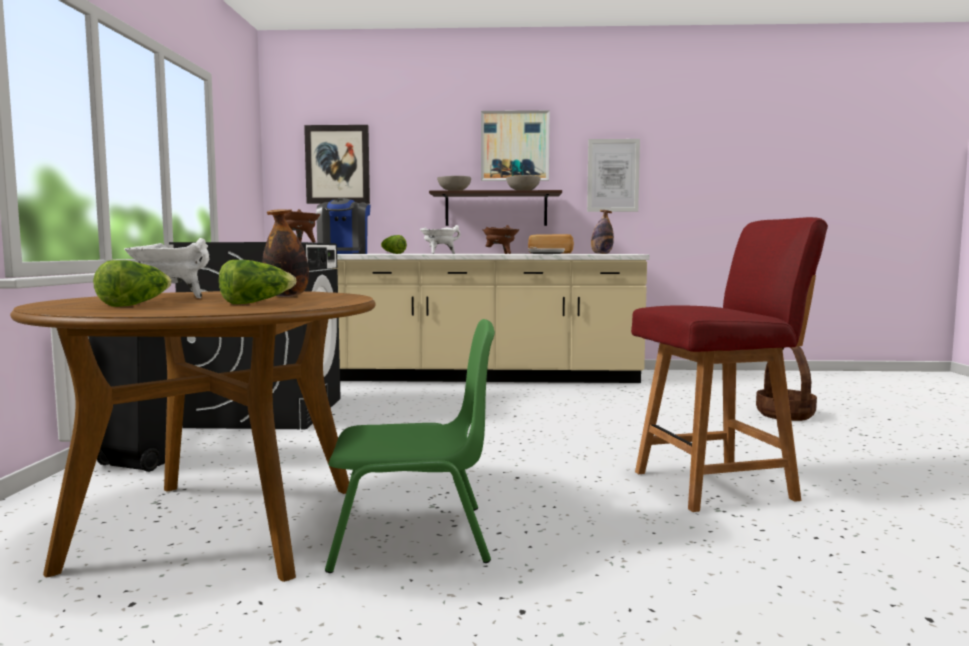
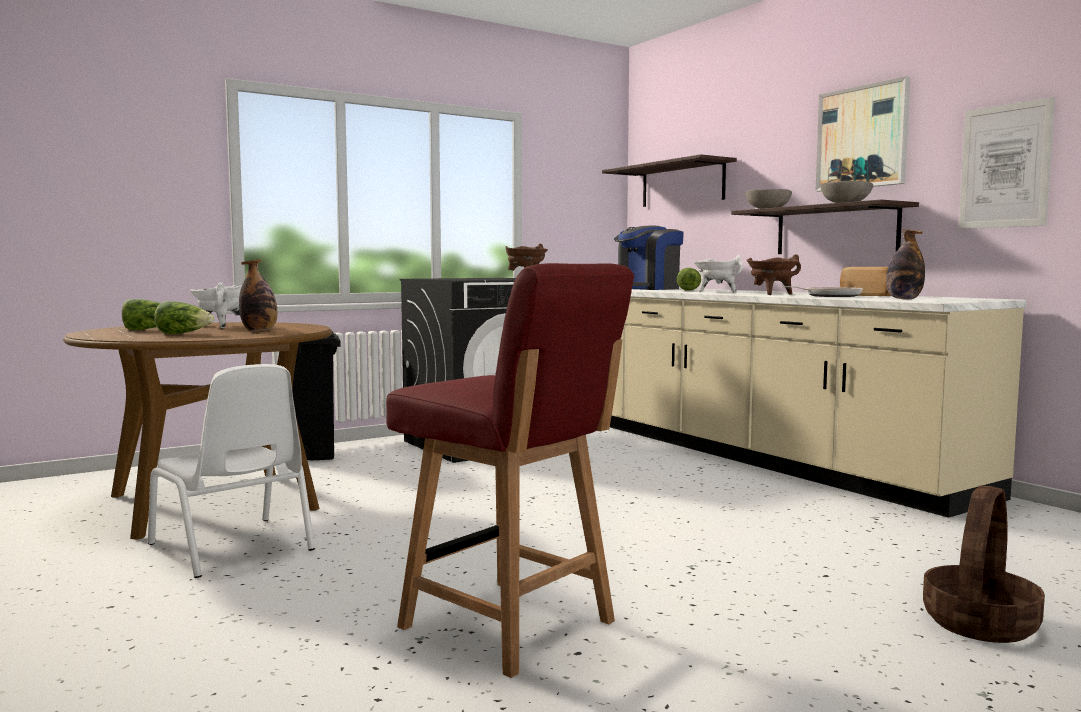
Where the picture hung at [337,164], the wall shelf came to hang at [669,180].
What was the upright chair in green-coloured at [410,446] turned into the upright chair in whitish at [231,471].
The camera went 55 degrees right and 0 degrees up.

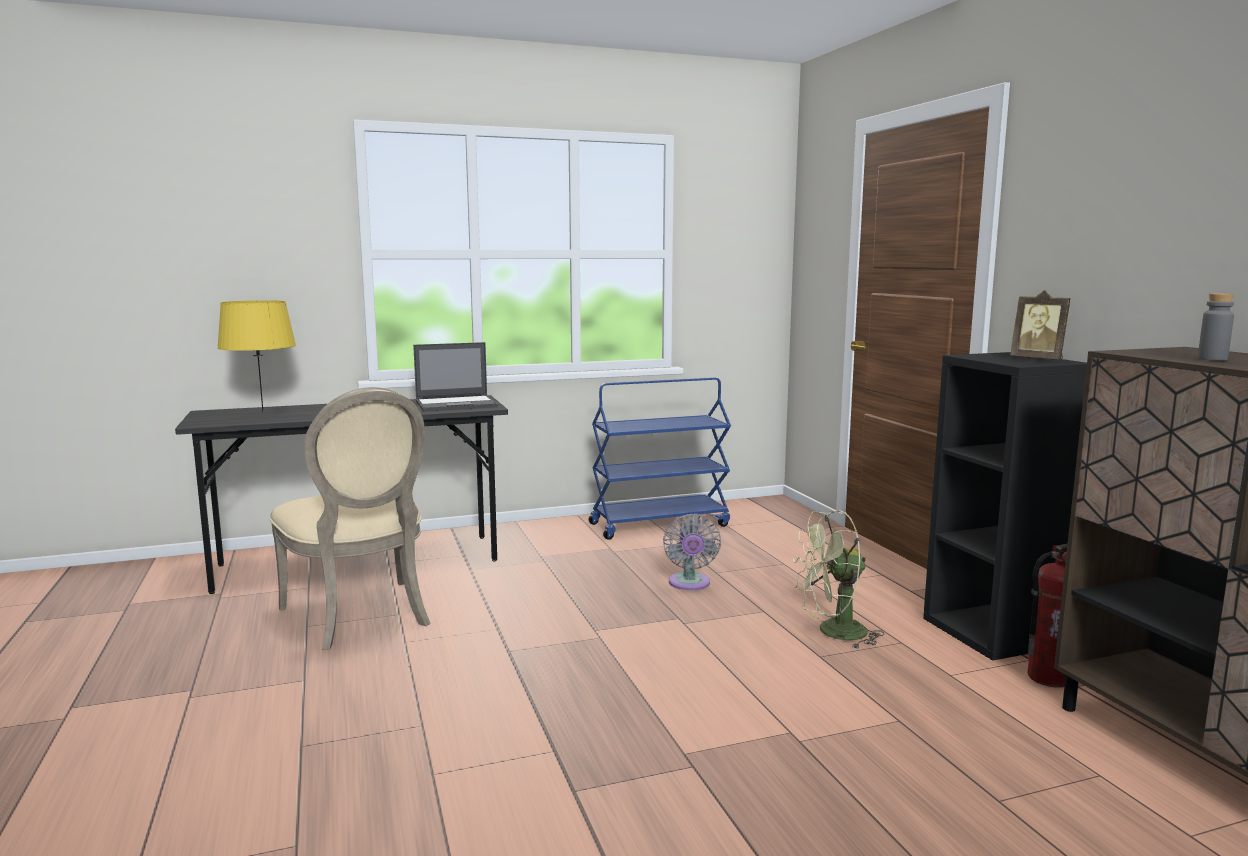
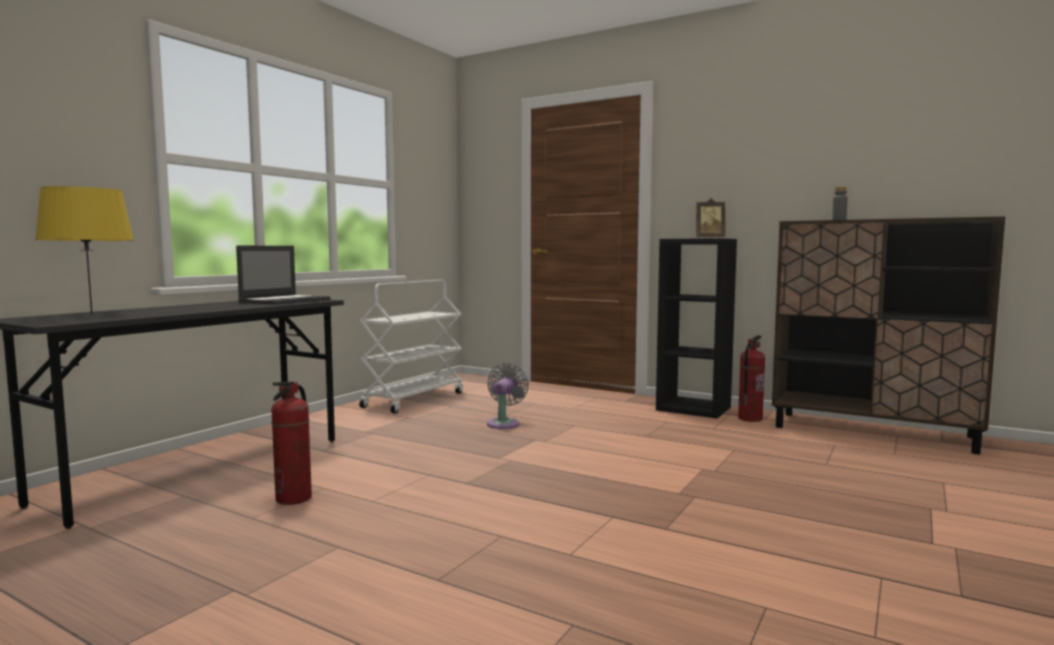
The second view lost the fan in green-coloured at [838,580].
Where the upright chair in beige-coloured stood at [350,518], the fire extinguisher came to stand at [291,443].
What was the trolley in blue at [660,458] turned into the trolley in whitish at [411,346].
The fan in grey at [692,552] ended up facing another way, 120 degrees counterclockwise from before.
The camera went 40 degrees left and 5 degrees down.

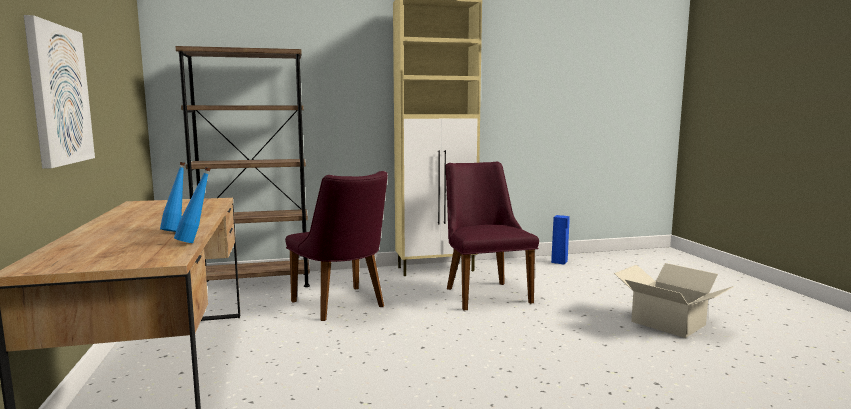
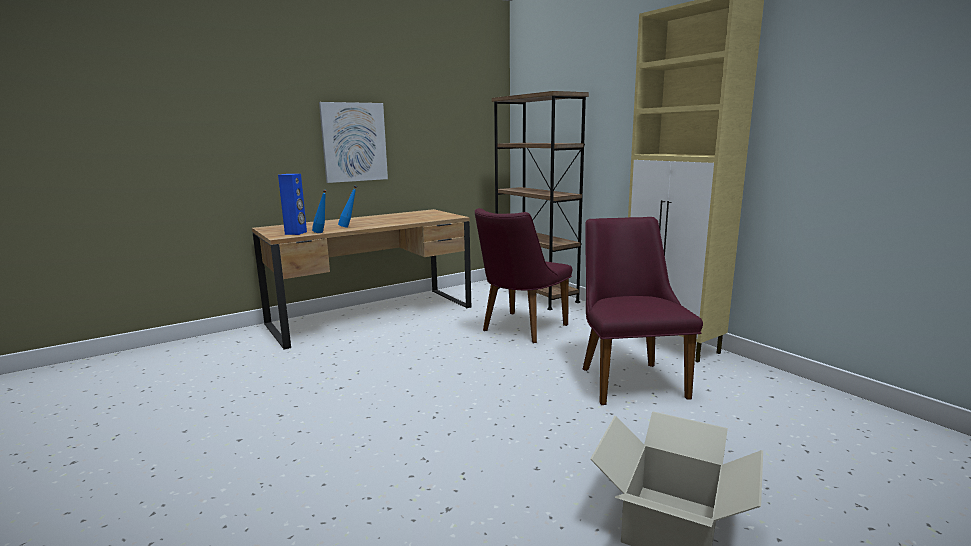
The audio speaker in blue ended up elsewhere, having gone from [560,240] to [292,204].
The upright chair in purplish at [492,236] ended up facing another way, 60 degrees counterclockwise from before.
The camera went 70 degrees right and 5 degrees up.

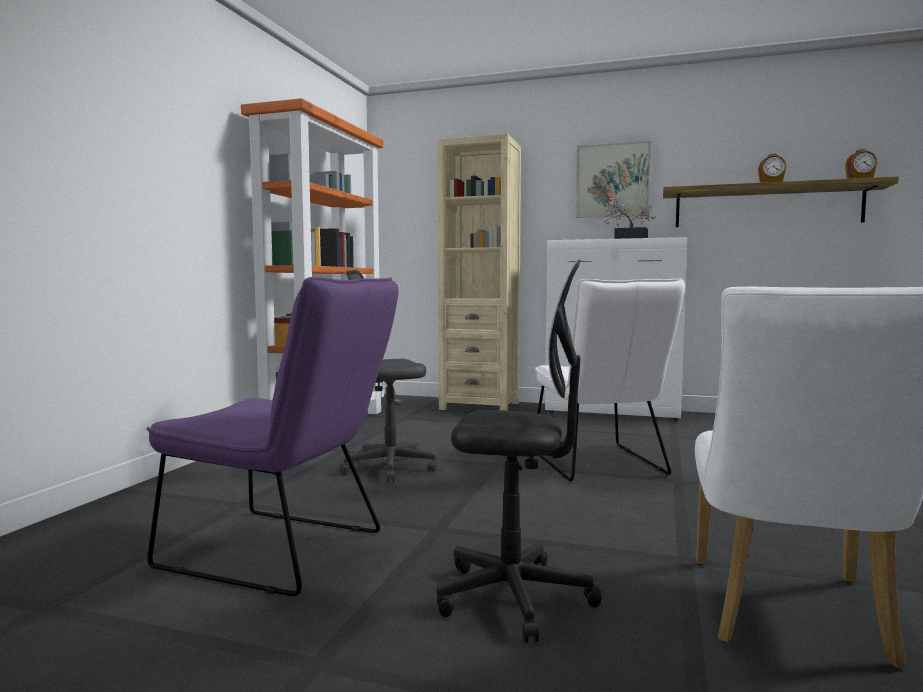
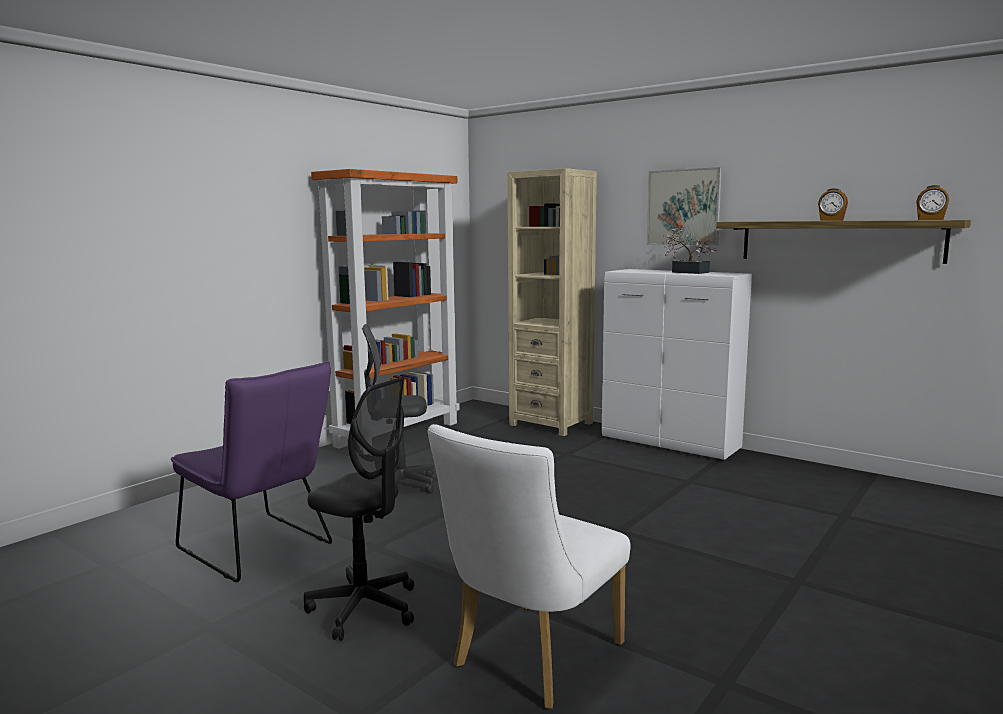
The second view lost the upright chair in whitish at [610,379].
The camera went 20 degrees right and 5 degrees up.

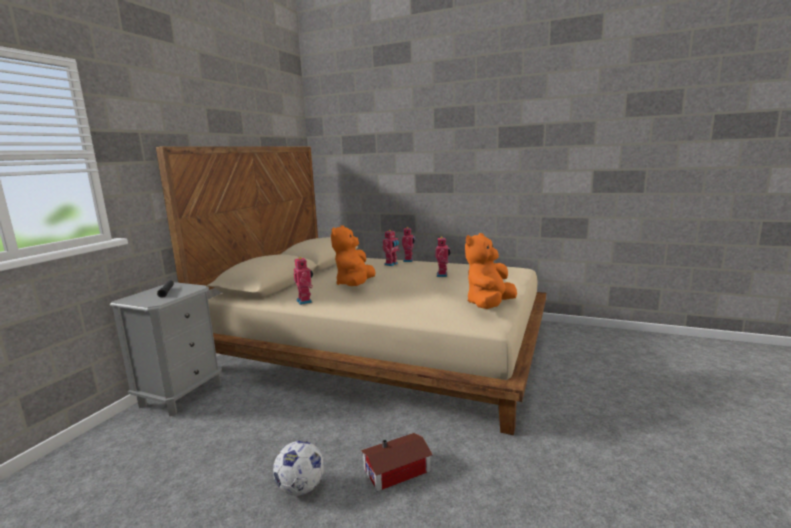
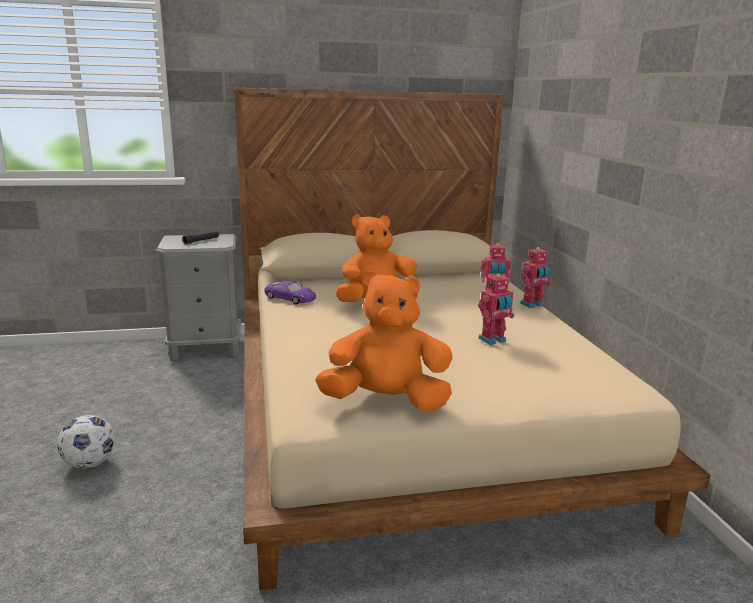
The second view lost the model house at [397,462].
Where the robot figure stood at [303,281], the miniature car in purplish came to stand at [290,292].
The camera went 55 degrees right and 5 degrees up.

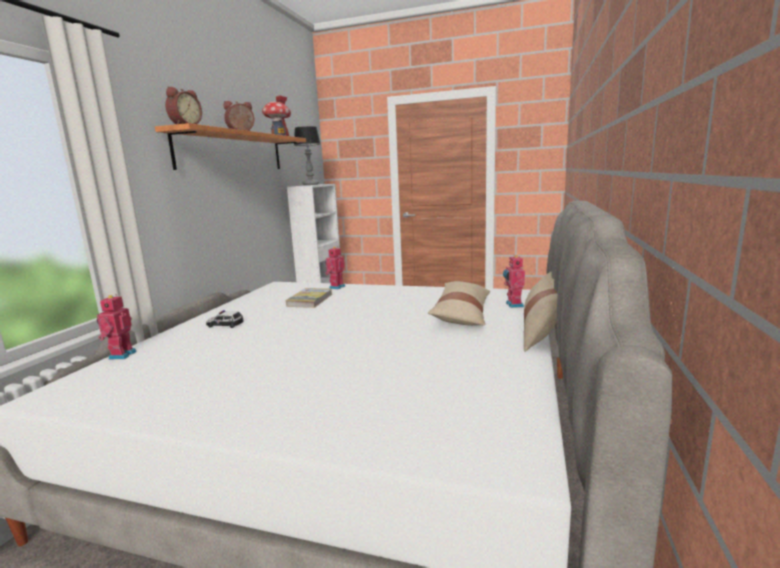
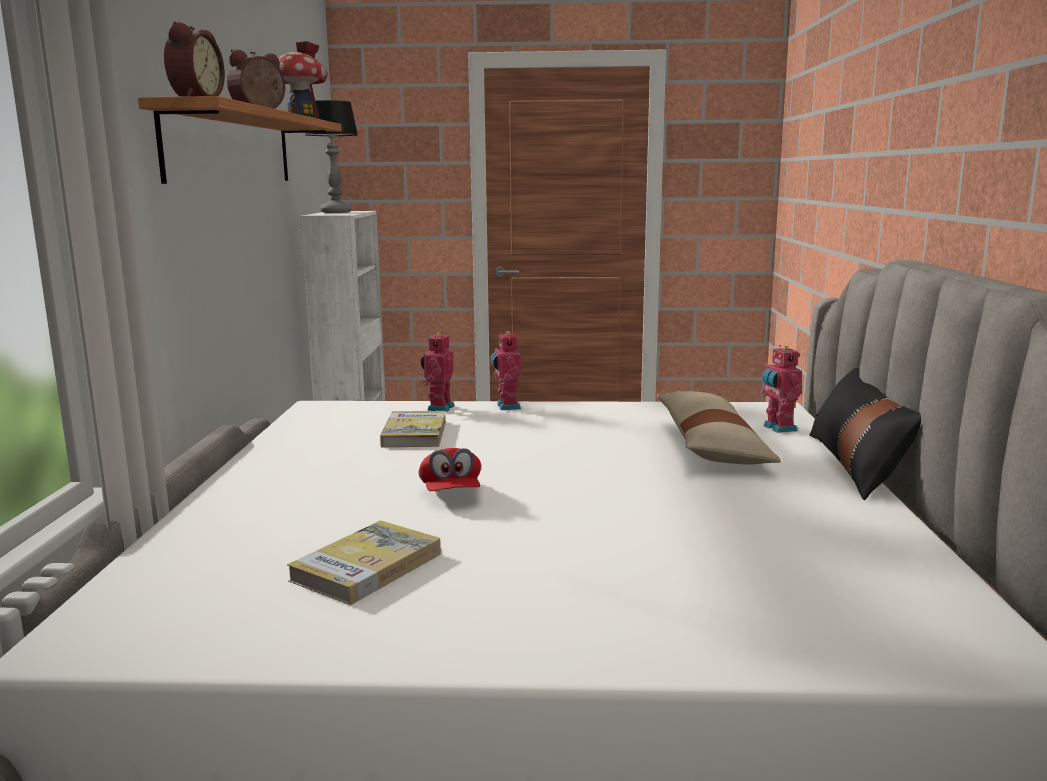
The second view lost the miniature car at [224,319].
The second view gained the book at [364,562].
The second view gained the baseball cap in reddish at [450,469].
The robot figure ended up elsewhere, having gone from [117,326] to [506,370].
What was the pillow in beige-coloured at [541,311] turned into the pillow in blackish at [865,434].
The camera went 15 degrees left and 0 degrees up.

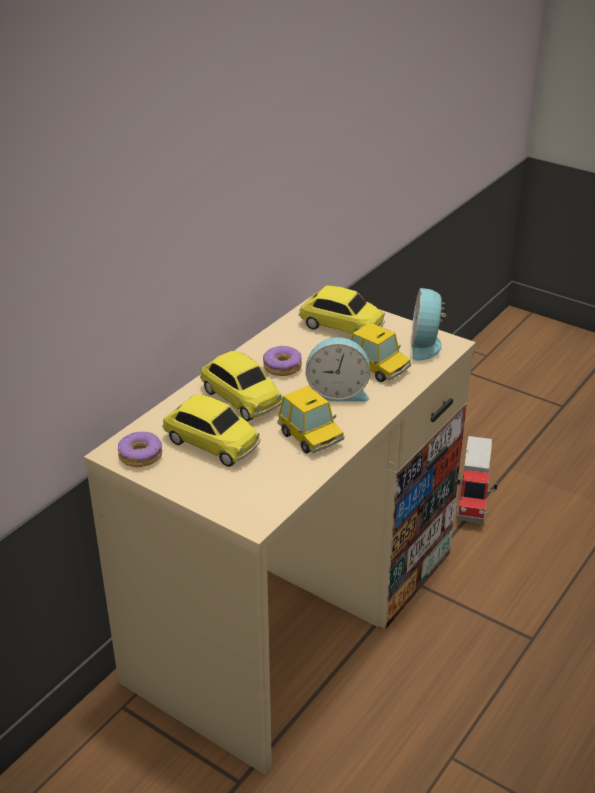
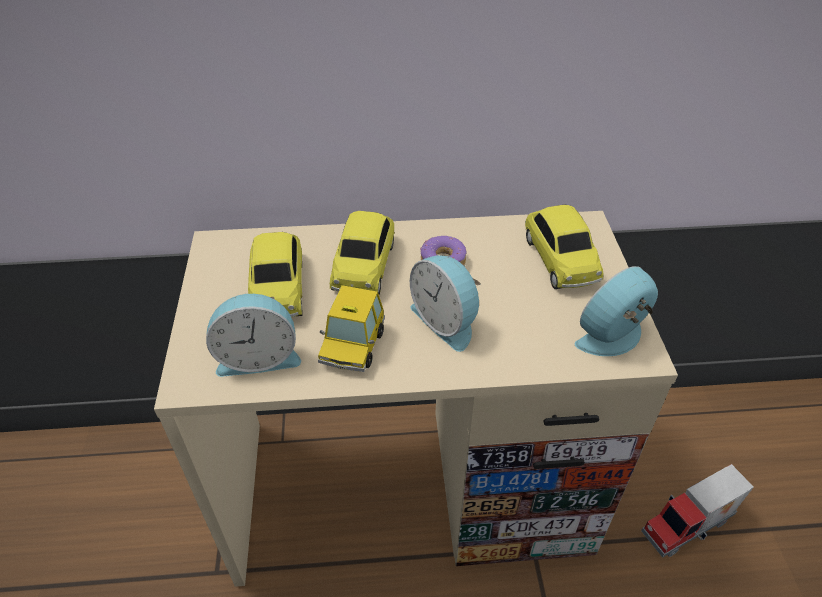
The second view lost the ring doughnut at [140,449].
The second view lost the miniature car at [381,352].
The second view gained the alarm clock at [253,335].
The camera went 50 degrees right and 10 degrees up.

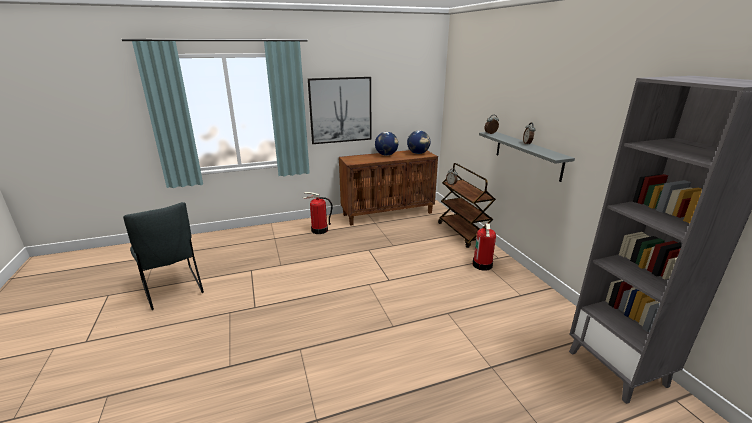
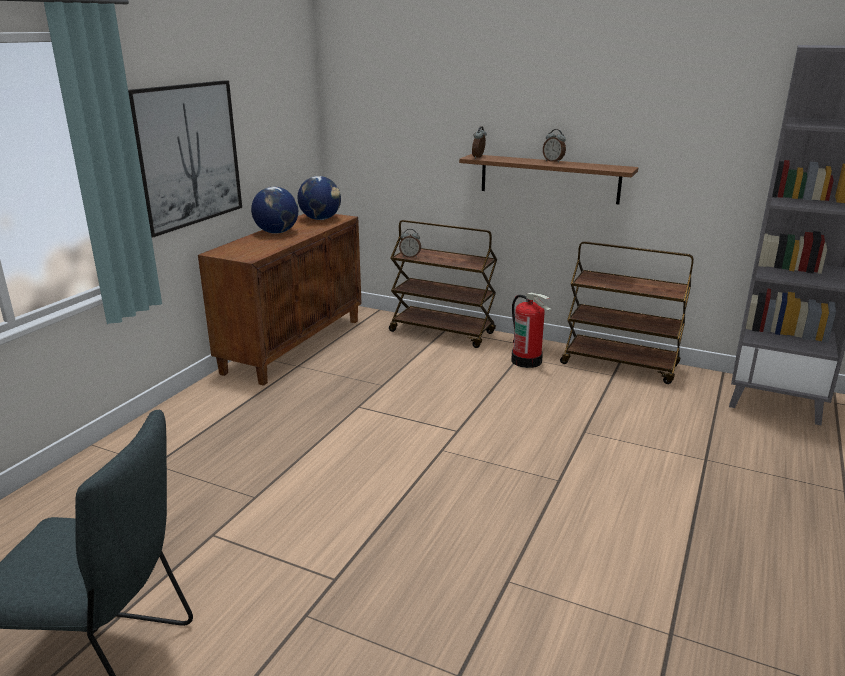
The second view lost the fire extinguisher at [318,213].
The second view gained the trolley in brown at [627,312].
What was the wall shelf in grey at [527,157] turned into the wall shelf in brown at [548,179].
The camera went 45 degrees left and 0 degrees up.

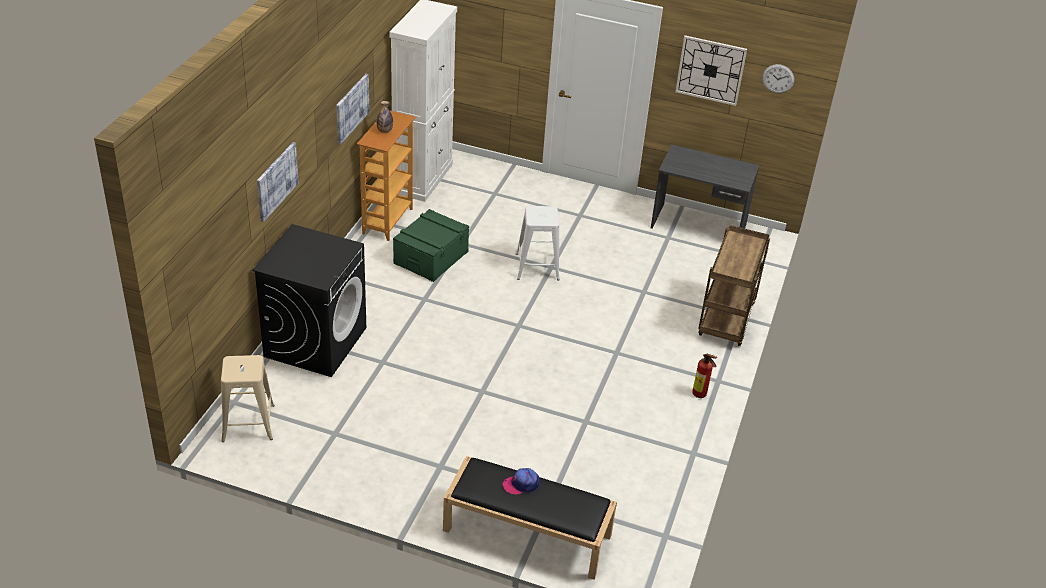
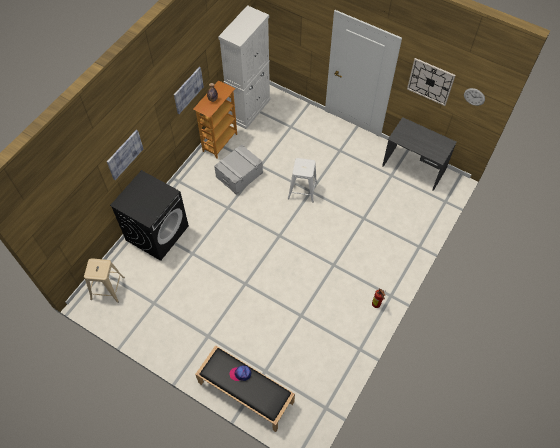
The second view lost the trolley in brown at [734,285].
What was the storage container in green-coloured at [431,245] turned into the storage container in grey at [238,169].
The camera went 15 degrees right and 20 degrees up.

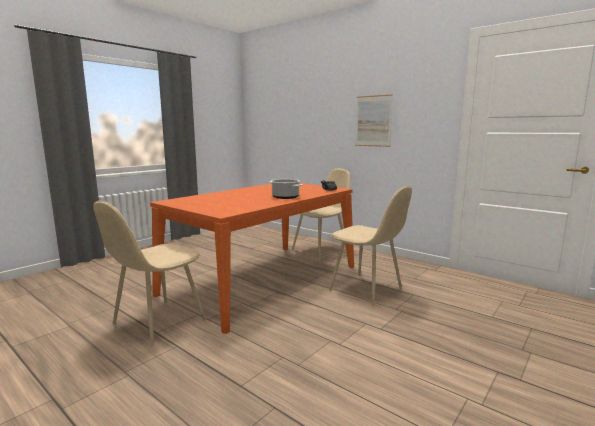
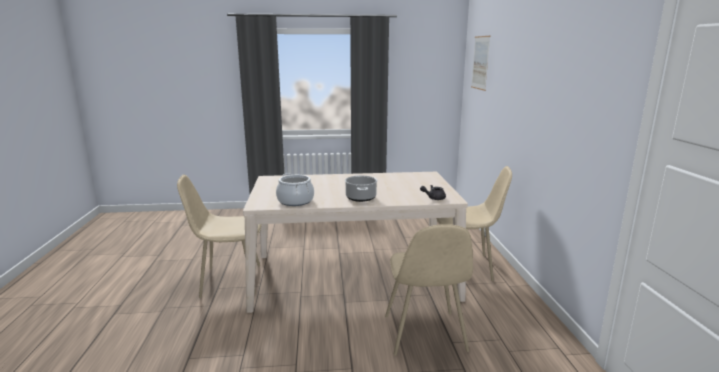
The second view gained the stockpot at [295,189].
The picture ended up elsewhere, having gone from [374,120] to [480,63].
What was the kitchen table in orange-coloured at [252,258] turned into the kitchen table in beige-coloured at [355,242].
The camera went 45 degrees right and 5 degrees up.

